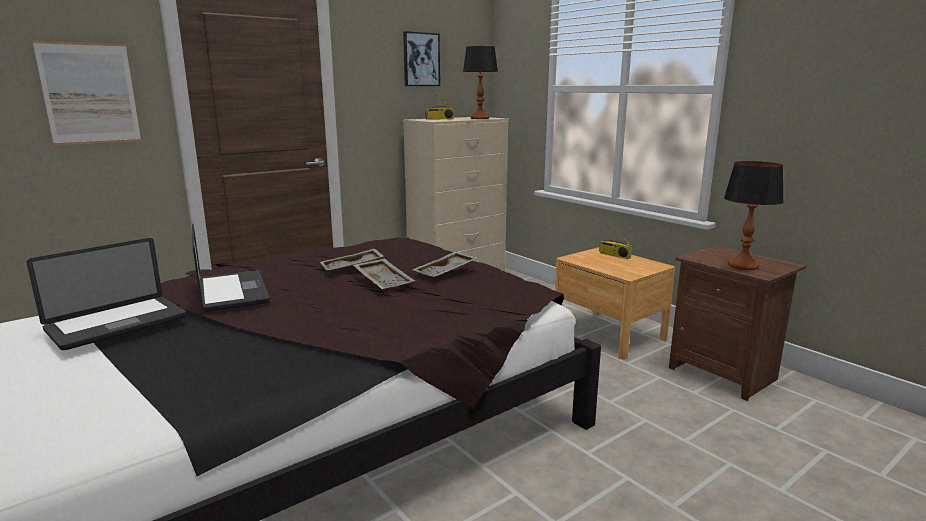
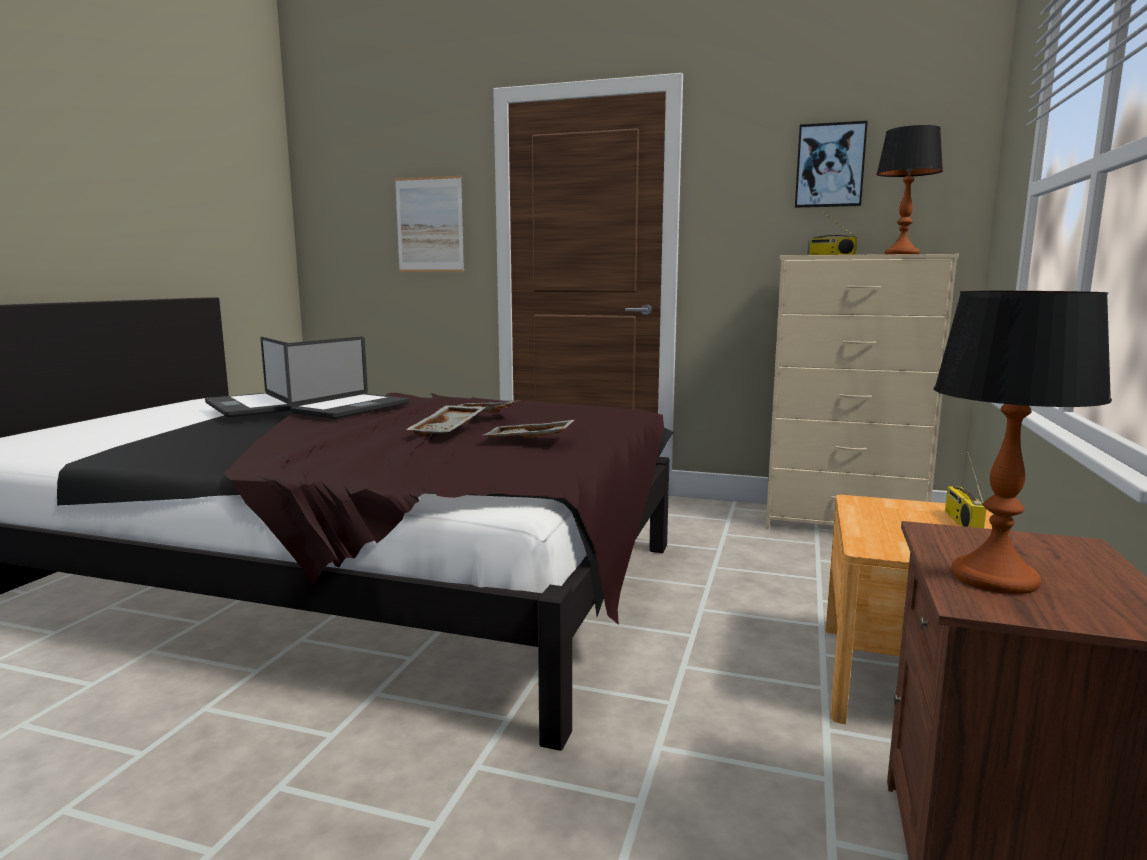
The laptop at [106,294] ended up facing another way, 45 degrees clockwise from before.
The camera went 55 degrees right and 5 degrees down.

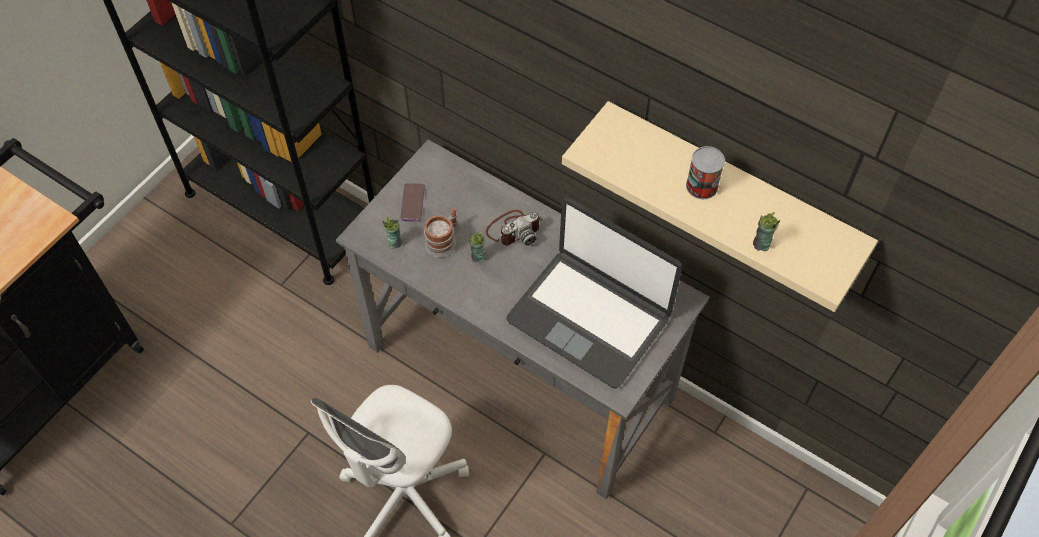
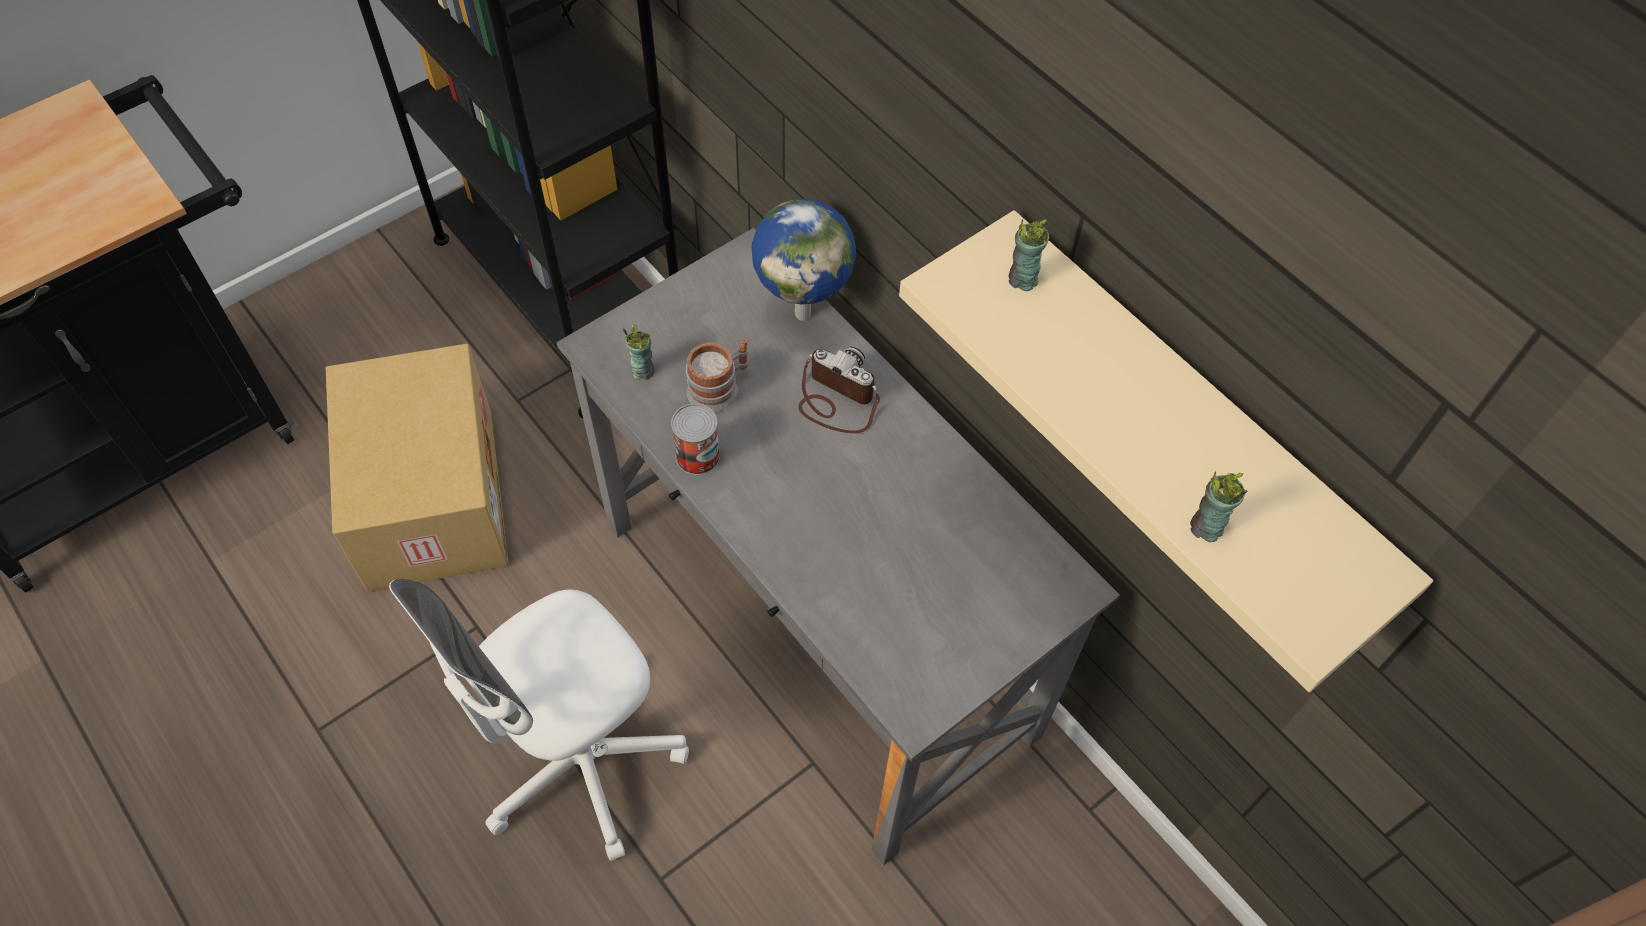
The second view lost the phone at [412,202].
The second view lost the laptop at [594,293].
The second view gained the cardboard box at [417,468].
The second view gained the desk globe at [803,259].
The cup ended up elsewhere, having gone from [477,247] to [1028,255].
The sealed can ended up elsewhere, having gone from [705,172] to [695,439].
The photo camera at [514,228] ended up facing another way, 135 degrees counterclockwise from before.
The camera went 15 degrees right and 0 degrees up.

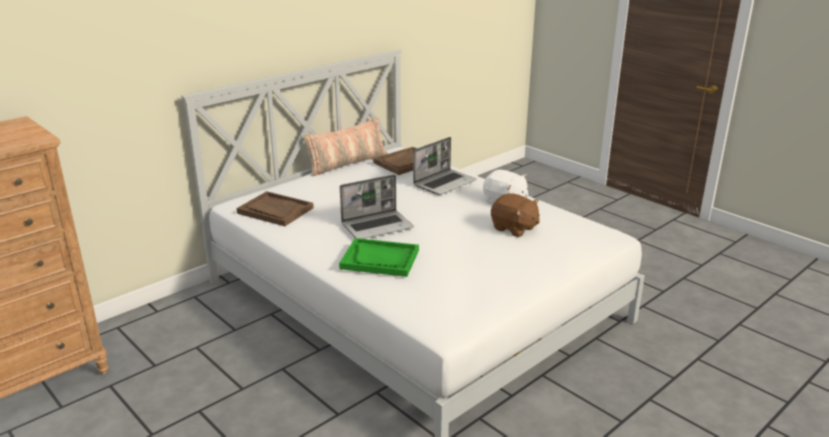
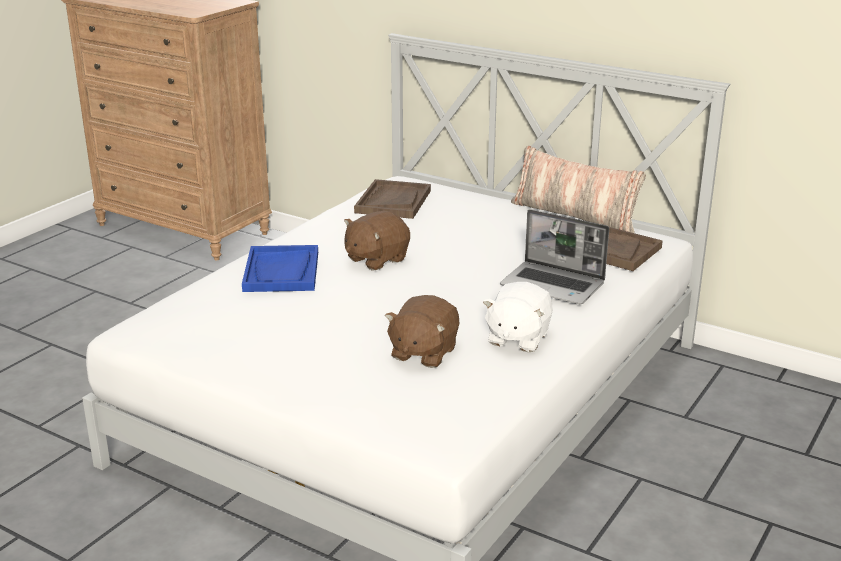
Where the laptop stood at [377,206], the soft toy in brown came to stand at [377,240].
What was the carrying tray in green-coloured at [379,257] turned into the carrying tray in blue at [280,268].
The camera went 75 degrees right and 0 degrees up.

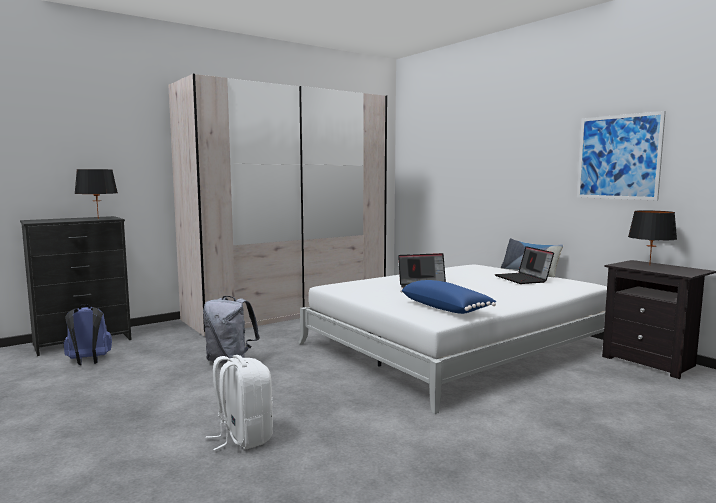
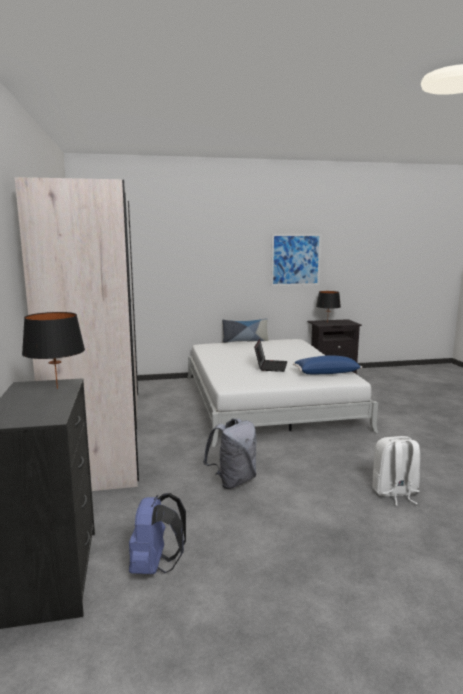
The second view lost the laptop at [524,265].
The camera went 65 degrees left and 5 degrees up.

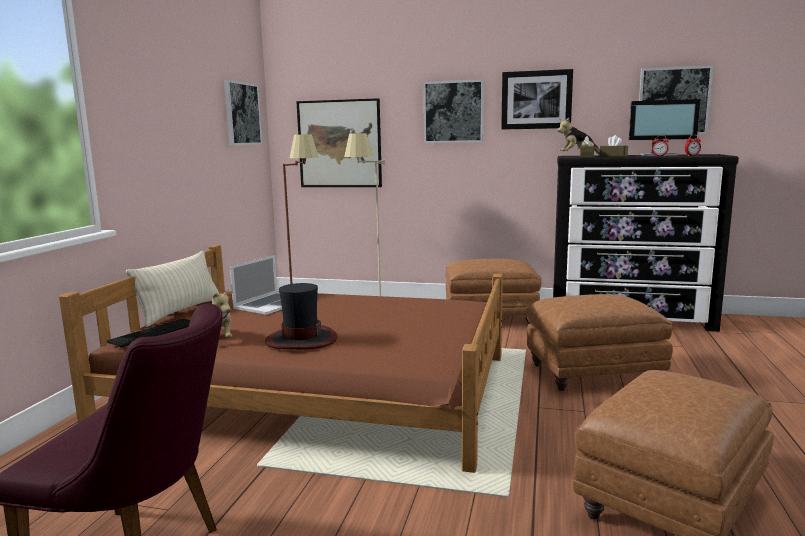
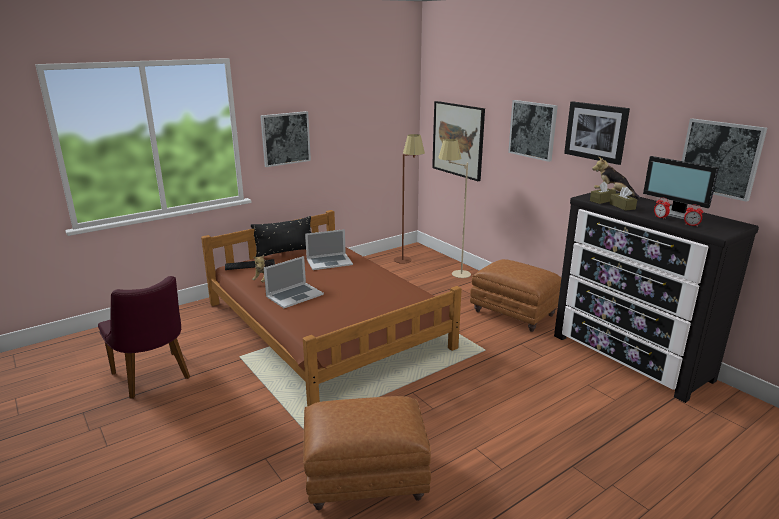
The second view lost the pouffe in brown at [599,342].
The picture ended up elsewhere, having gone from [243,112] to [285,139].
Where the clothing hat stood at [301,316], the laptop came to stand at [294,282].
What was the pillow in beige-coloured at [172,289] turned into the pillow in blackish at [281,236].
The camera went 40 degrees right and 10 degrees up.

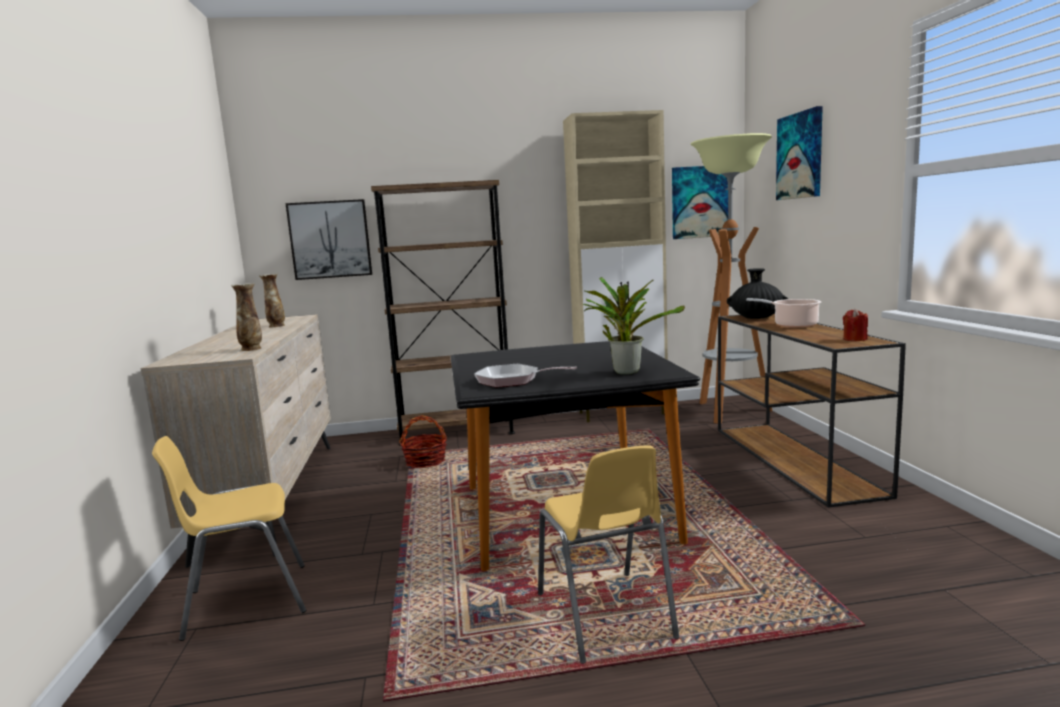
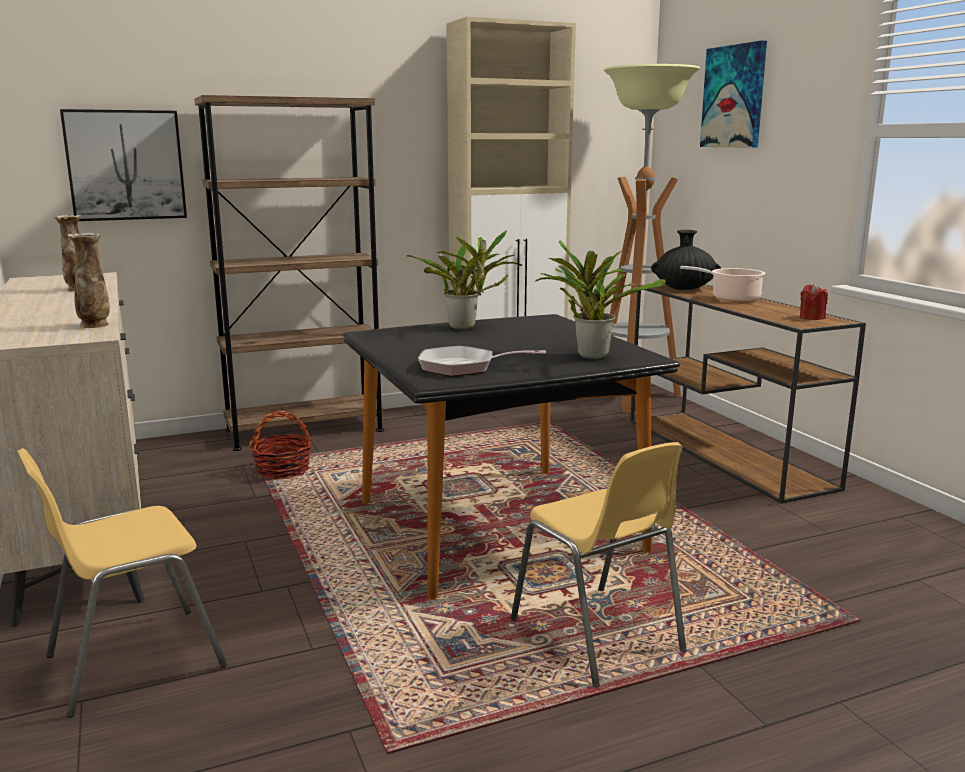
The second view lost the picture at [700,202].
The second view gained the houseplant at [464,280].
The camera went 15 degrees left and 5 degrees up.

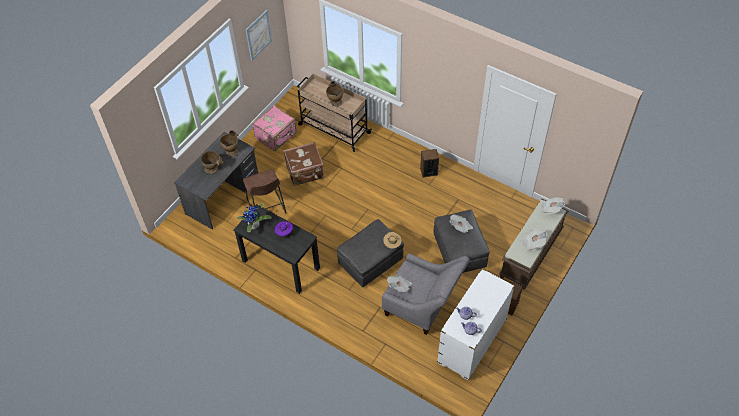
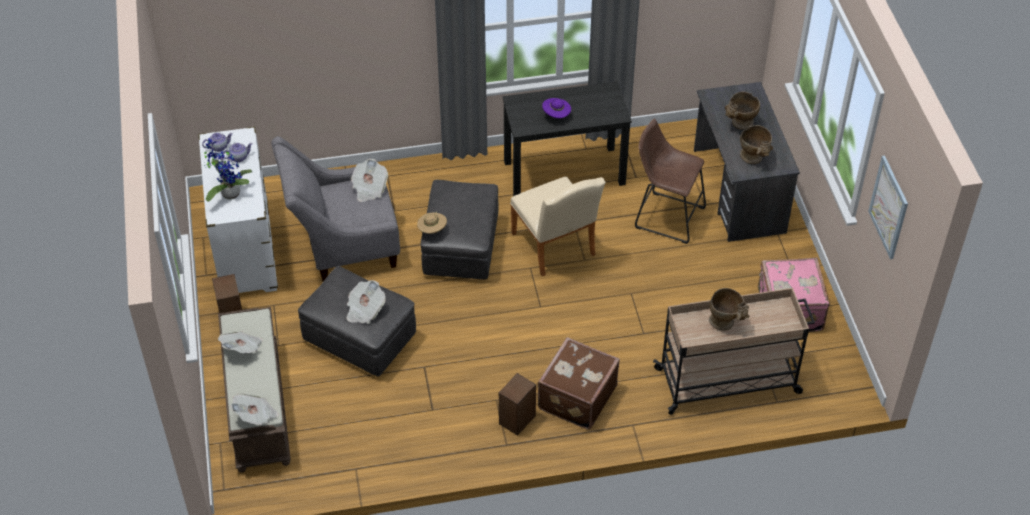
The second view gained the upright chair in beige-coloured at [558,226].
The houseplant ended up elsewhere, having gone from [255,218] to [228,170].
The piece of luggage in brown ended up elsewhere, having gone from [303,164] to [578,383].
The camera went 135 degrees right and 5 degrees down.

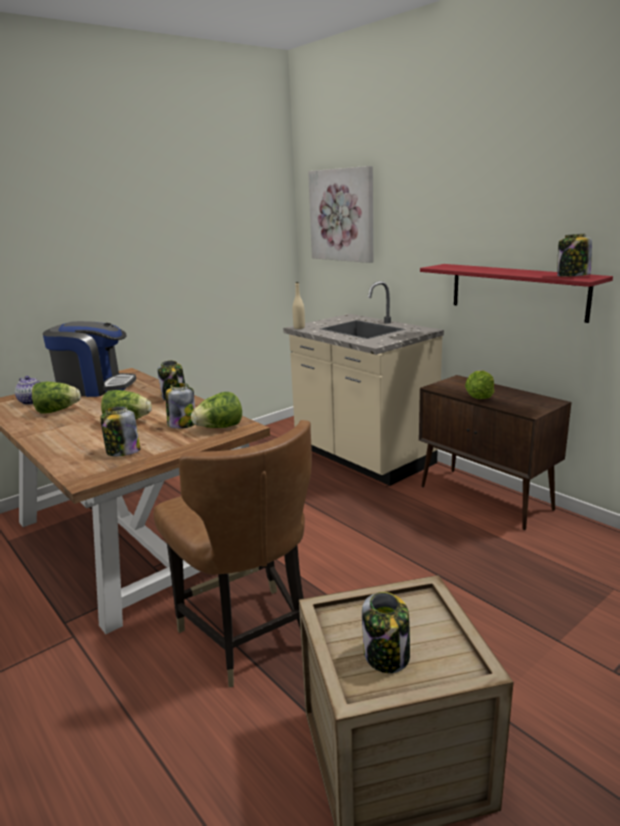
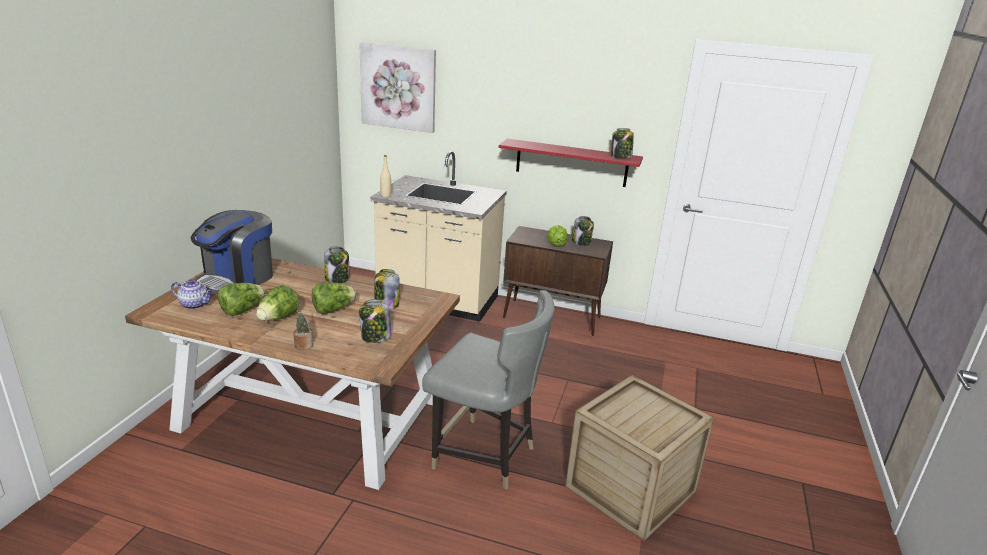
The second view gained the houseplant at [302,323].
The lettuce head ended up elsewhere, having gone from [216,410] to [277,303].
The preserve jar ended up elsewhere, having gone from [386,632] to [583,231].
What was the upright chair in brown at [232,553] turned into the upright chair in grey at [488,390].
The coffee maker at [89,359] ended up facing another way, 150 degrees clockwise from before.
The camera went 35 degrees left and 5 degrees up.

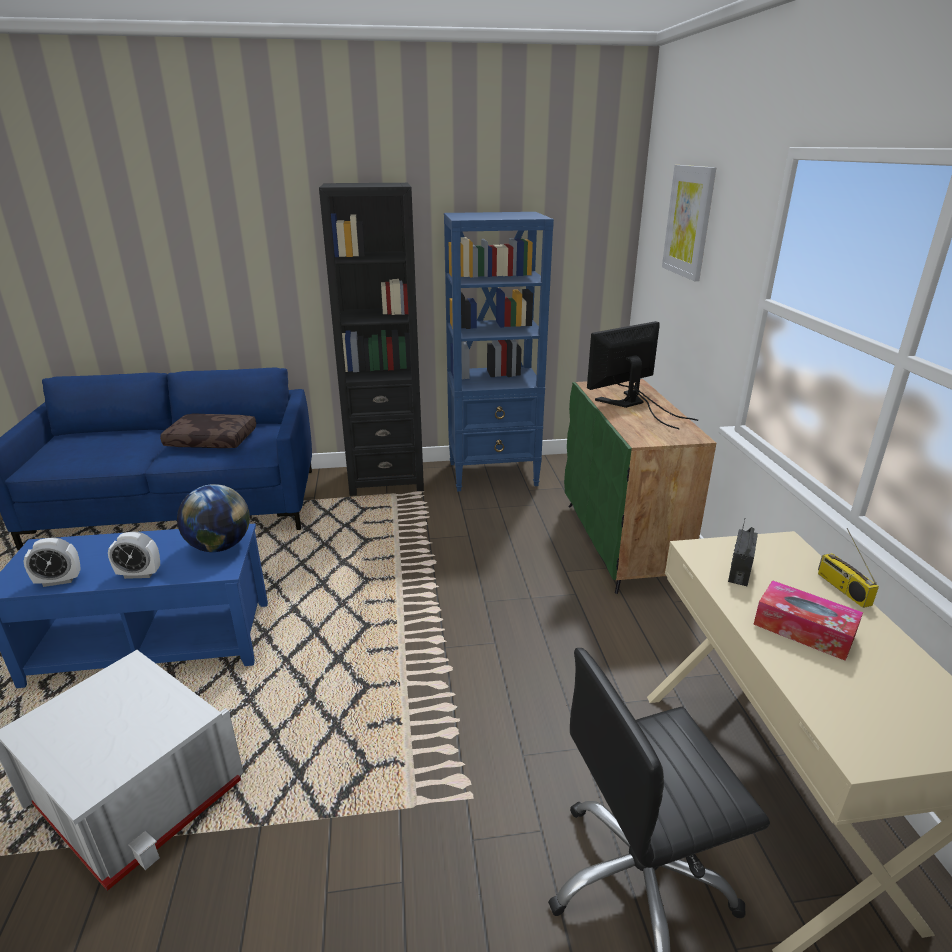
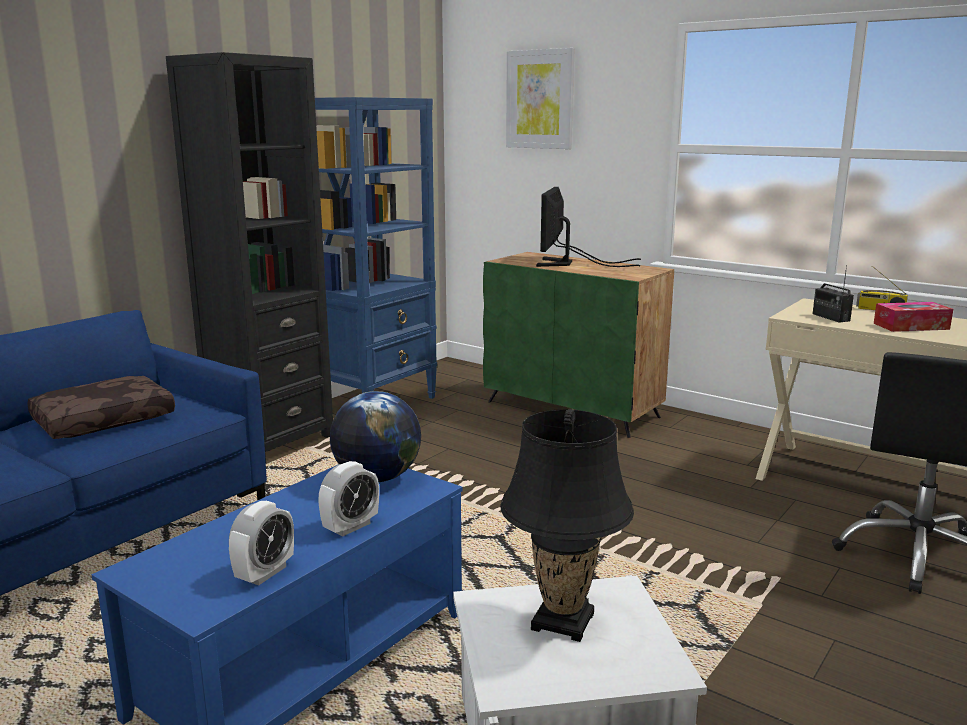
The second view gained the table lamp in blackish at [567,525].
The camera went 45 degrees left and 10 degrees down.

